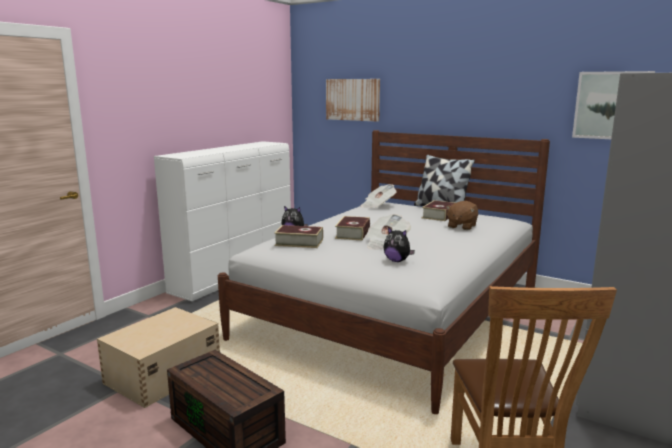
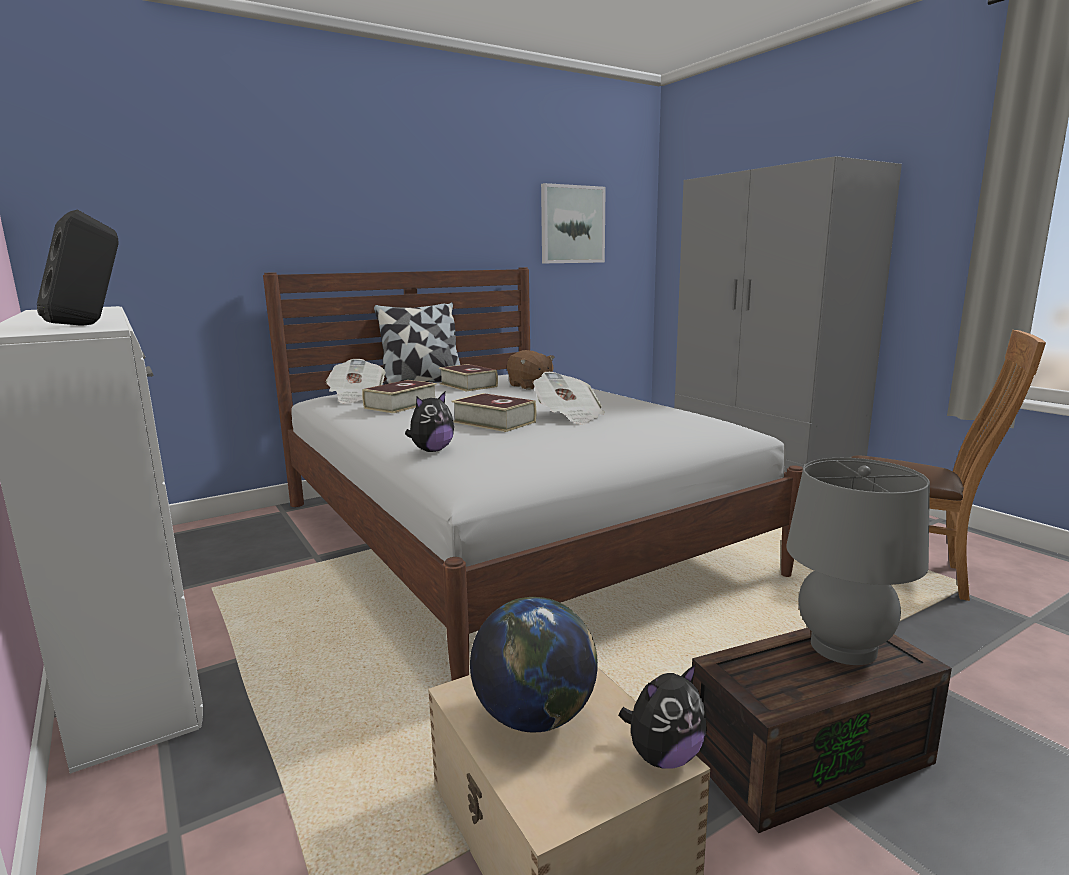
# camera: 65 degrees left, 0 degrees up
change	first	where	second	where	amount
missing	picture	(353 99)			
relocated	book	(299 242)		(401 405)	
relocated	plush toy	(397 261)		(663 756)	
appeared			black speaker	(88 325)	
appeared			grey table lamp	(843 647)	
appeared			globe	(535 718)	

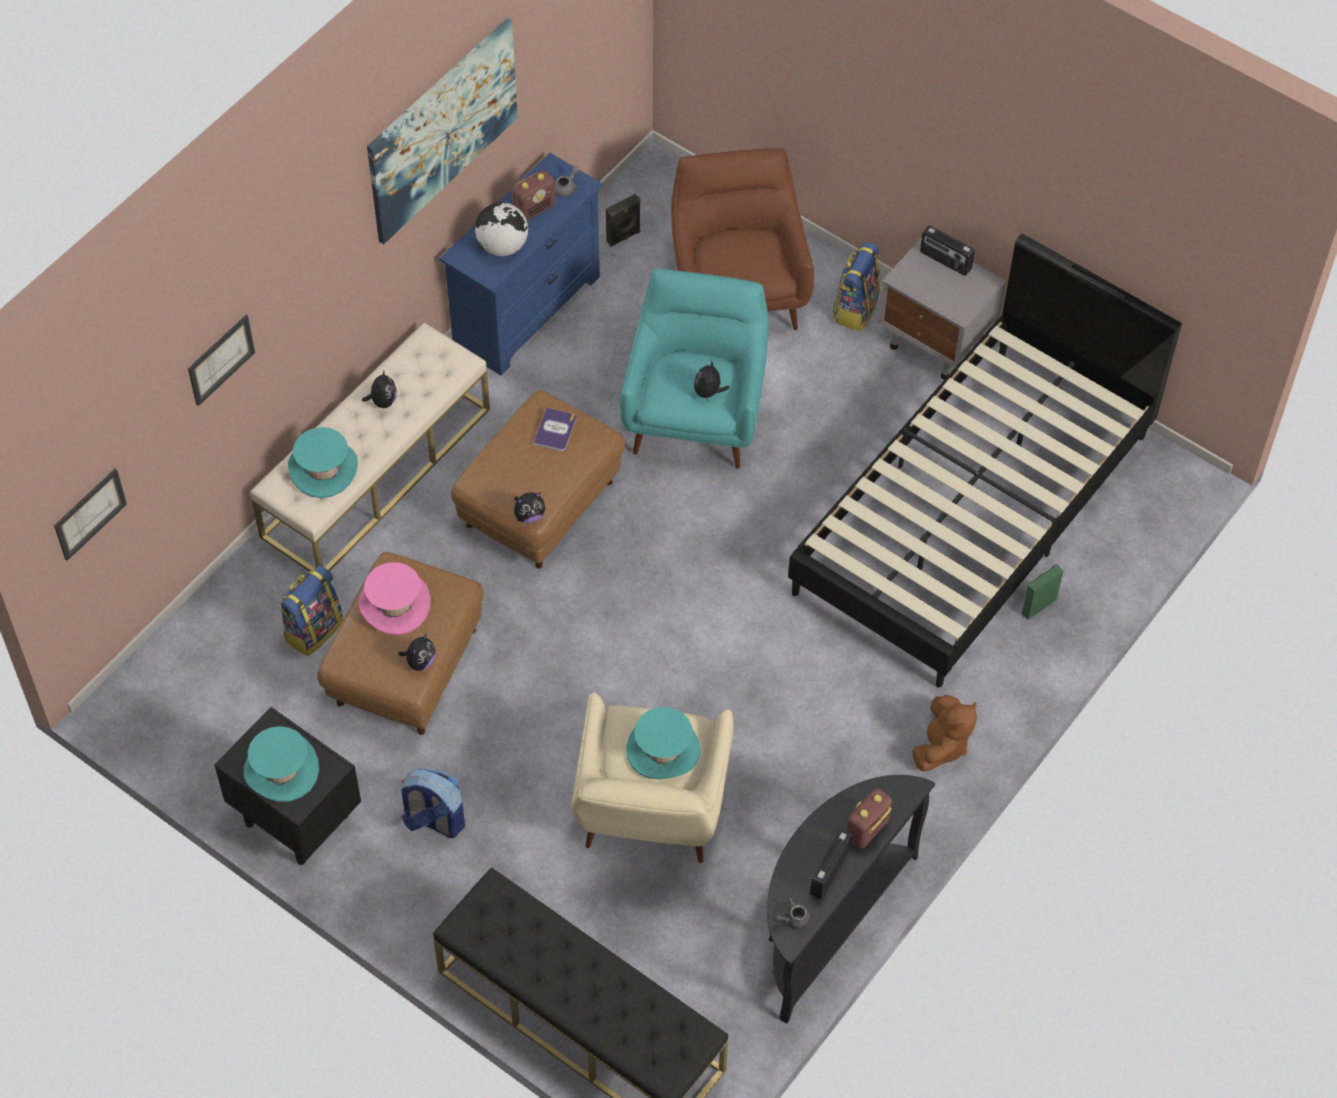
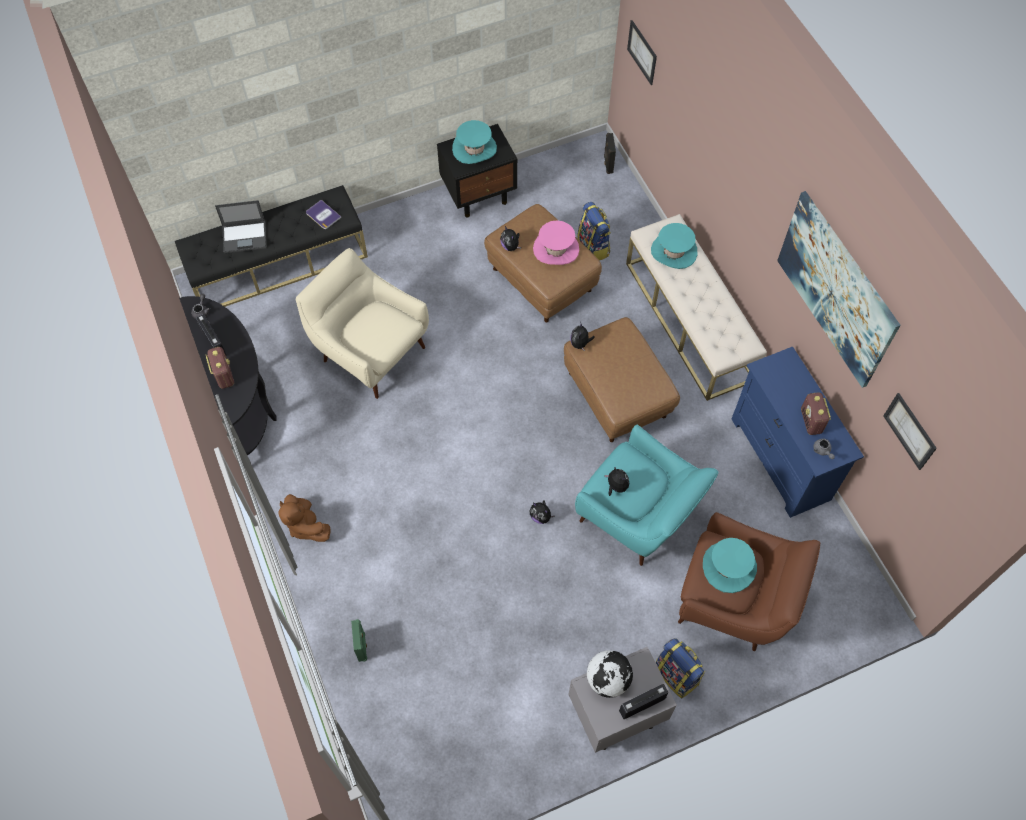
# camera: 120 degrees right, 5 degrees up
change	first	where	second	where	amount
relocated	black speaker	(624 237)		(608 164)	
relocated	globe	(502 246)		(608 679)	
missing	black bed	(973 512)			
relocated	picture	(220 359)		(910 431)	
relocated	plush toy	(382 401)		(540 516)	
relocated	book	(555 430)		(323 215)	
relocated	turquoise hat	(663 750)		(728 567)	
missing	backpack	(433 820)			
appeared			laptop	(245 237)	

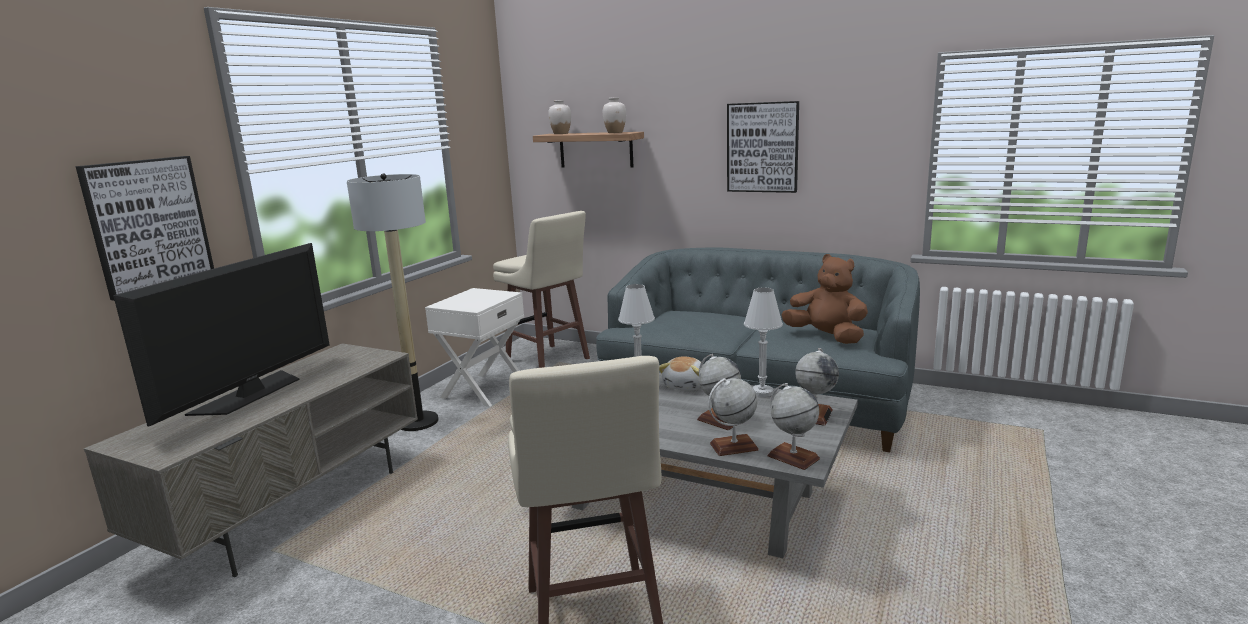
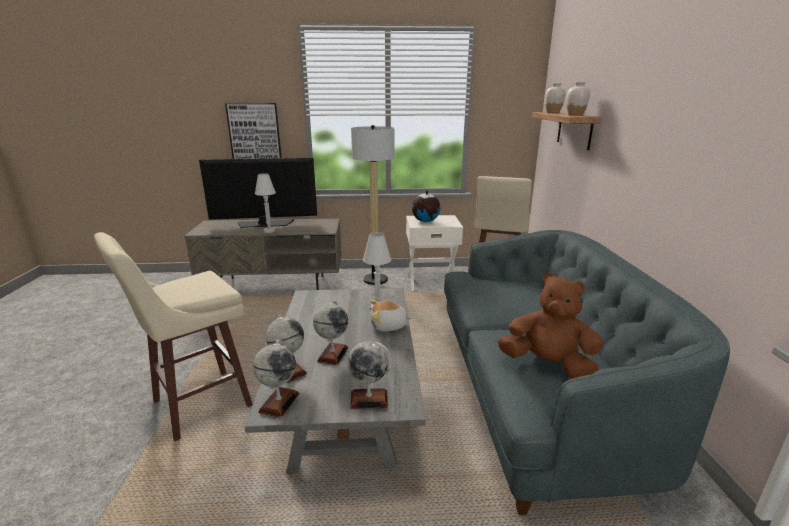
# camera: 60 degrees right, 5 degrees up
change	first	where	second	where	amount
missing	picture	(762 147)			
spun	brown plush toy	(826 337)		(547 365)	75 degrees counterclockwise
relocated	white table lamp	(762 392)		(269 231)	
appeared			globe	(425 221)	

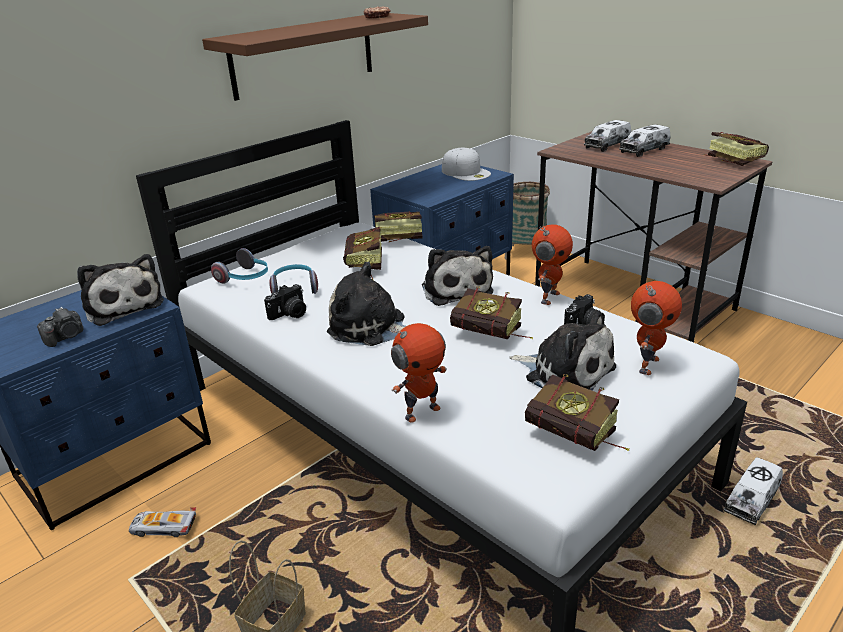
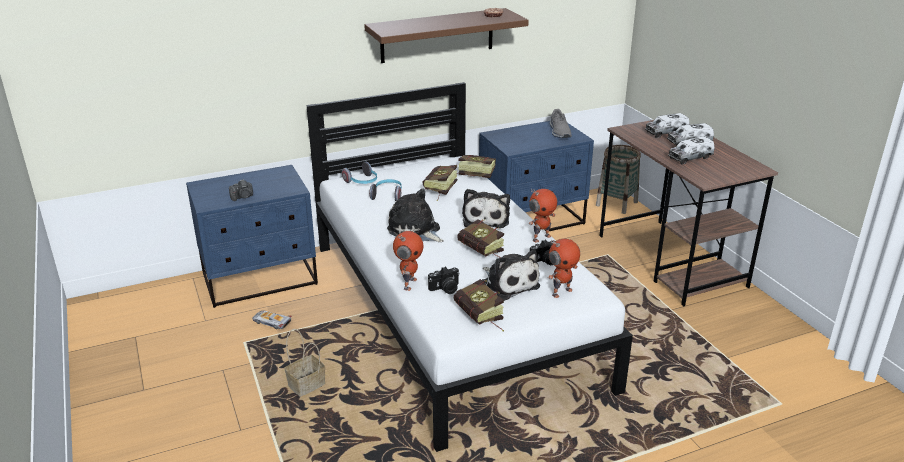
# camera: 20 degrees right, 0 degrees up
change	first	where	second	where	amount
missing	book	(730 160)			
exchanged	white cap	(466 172)	grey shoe	(559 132)	
missing	plush toy	(123 305)			
relocated	photo camera	(290 314)		(445 289)	
spun	toy robot	(421 411)		(409 284)	60 degrees counterclockwise
relocated	toy truck	(751 501)		(690 157)	

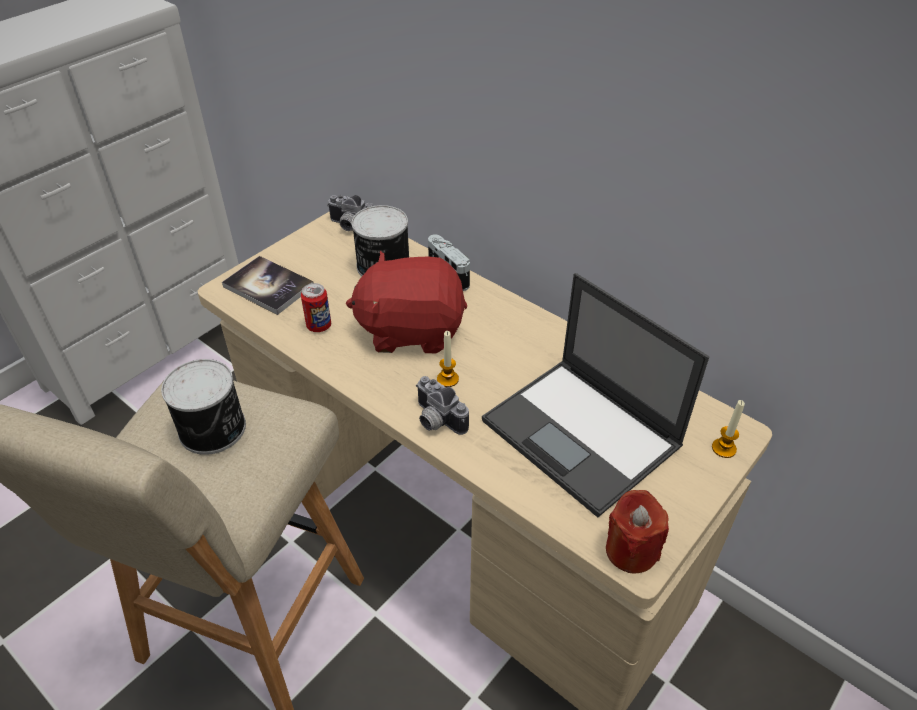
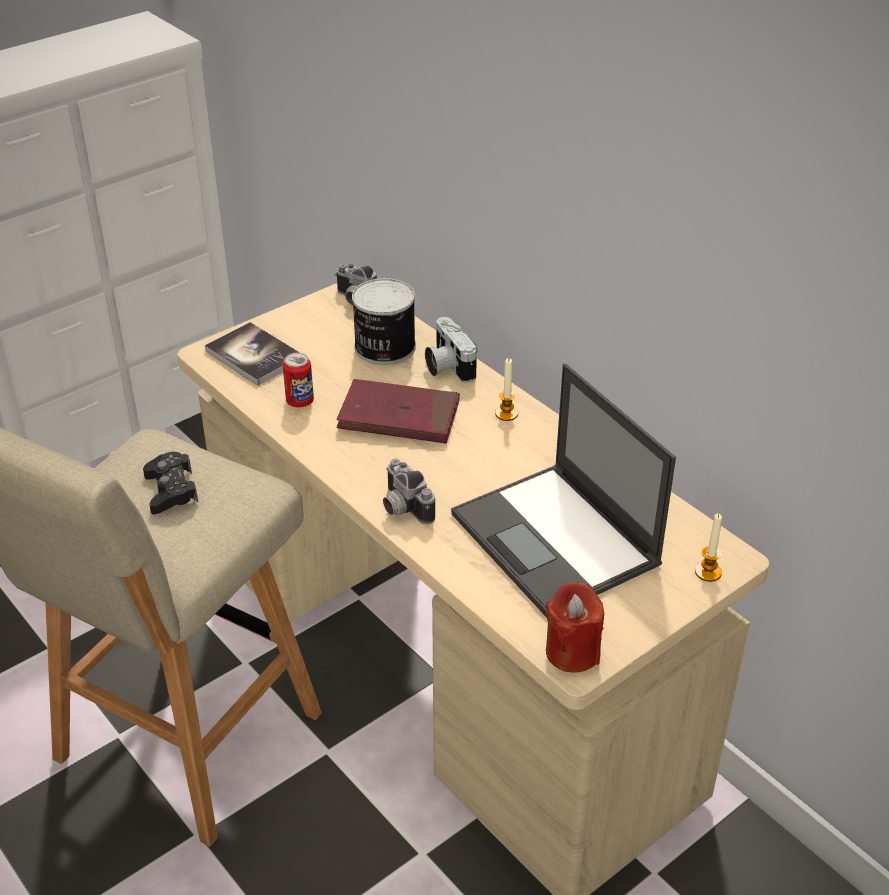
# camera: 10 degrees right, 5 degrees down
change	first	where	second	where	amount
exchanged	red plush toy	(411 330)	red book	(399 416)	
relocated	candle	(447 379)		(506 414)	
exchanged	can	(214 429)	black game controller	(171 490)	

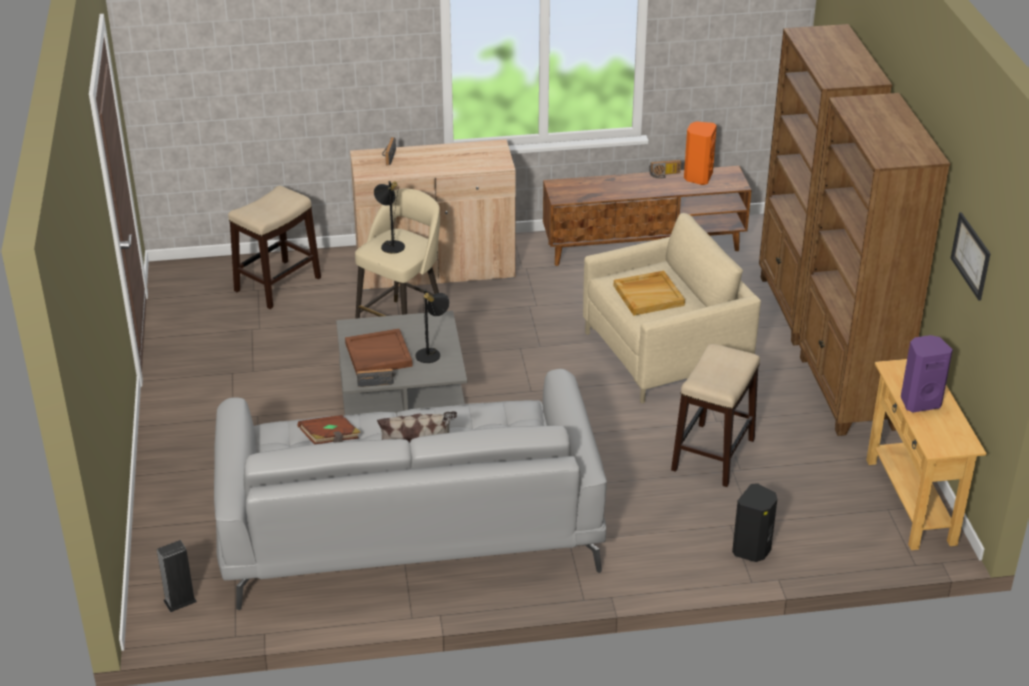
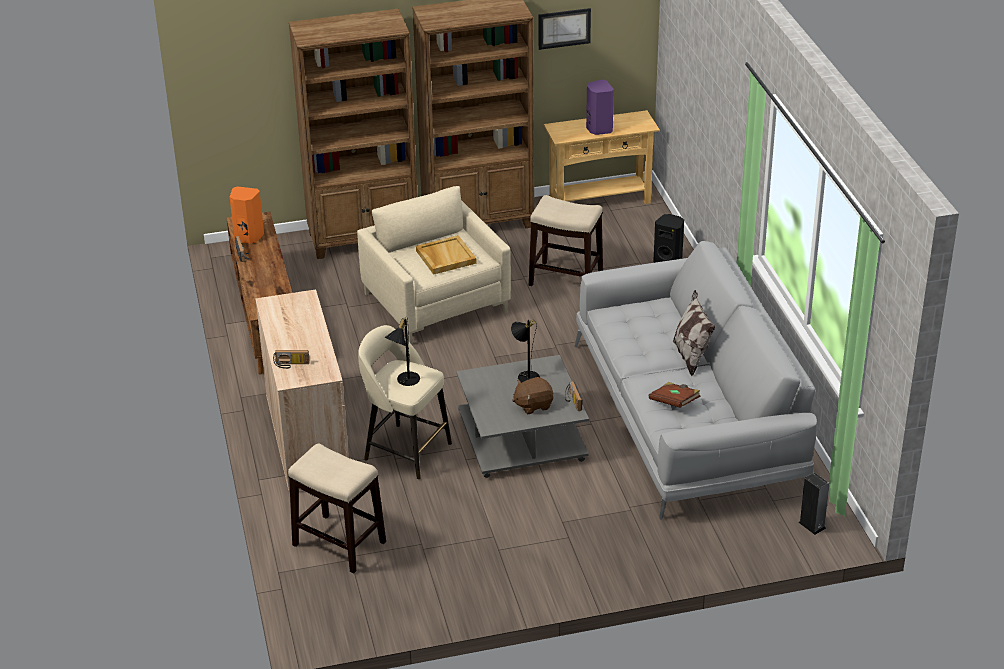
# camera: 95 degrees left, 0 degrees up
change	first	where	second	where	amount
exchanged	brown tray	(378 355)	brown plush toy	(533 405)	

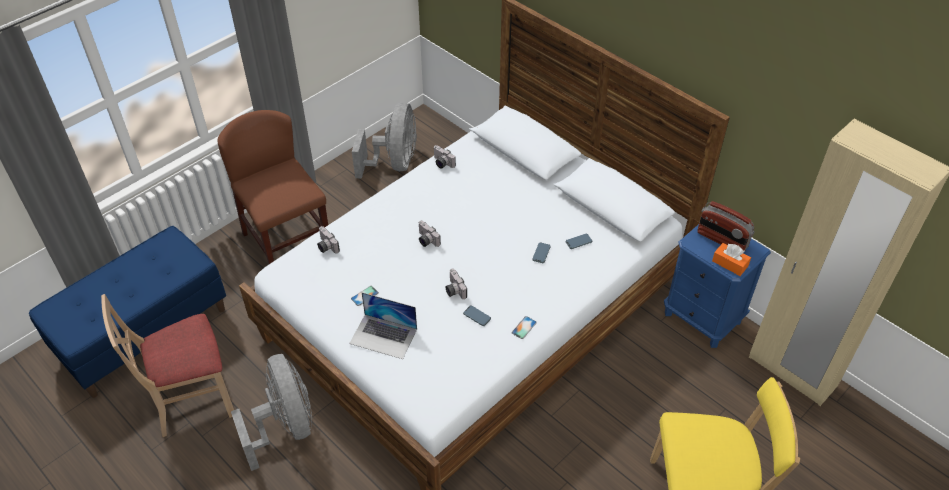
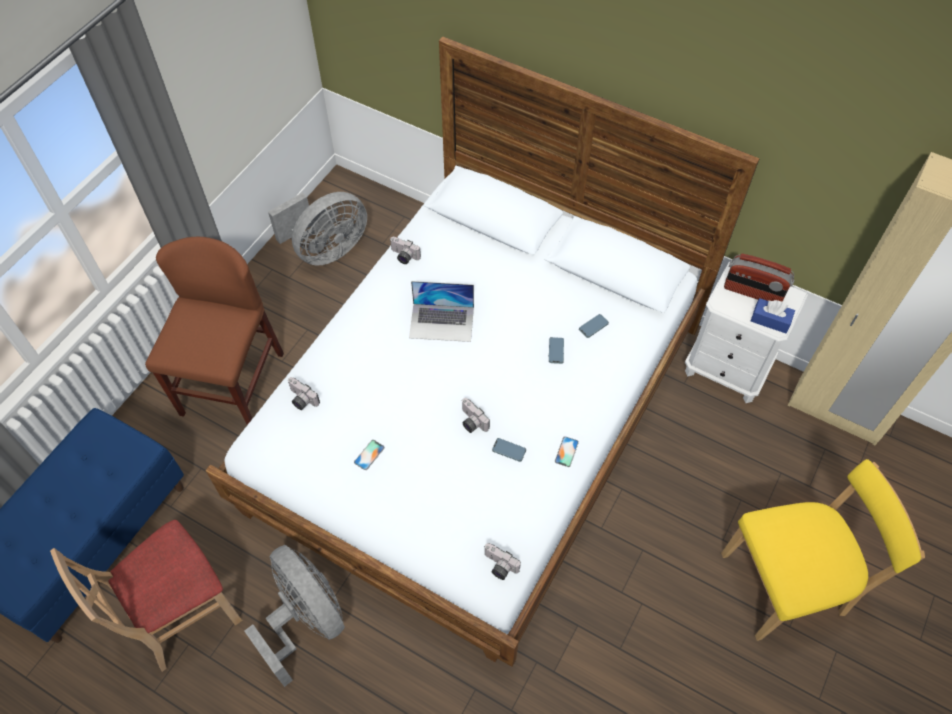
# camera: 15 degrees left, 10 degrees up
change	first	where	second	where	amount
spun	grey fan	(394 163)		(326 250)	60 degrees clockwise
spun	brown chair	(287 244)		(232 384)	60 degrees clockwise
relocated	photo camera	(426 240)		(499 566)	
colour	blue nightstand	(702 317)	white nightstand	(726 369)	
colour	orange tissue box	(730 263)	blue tissue box	(770 320)	
relocated	laptop	(383 336)		(442 322)	

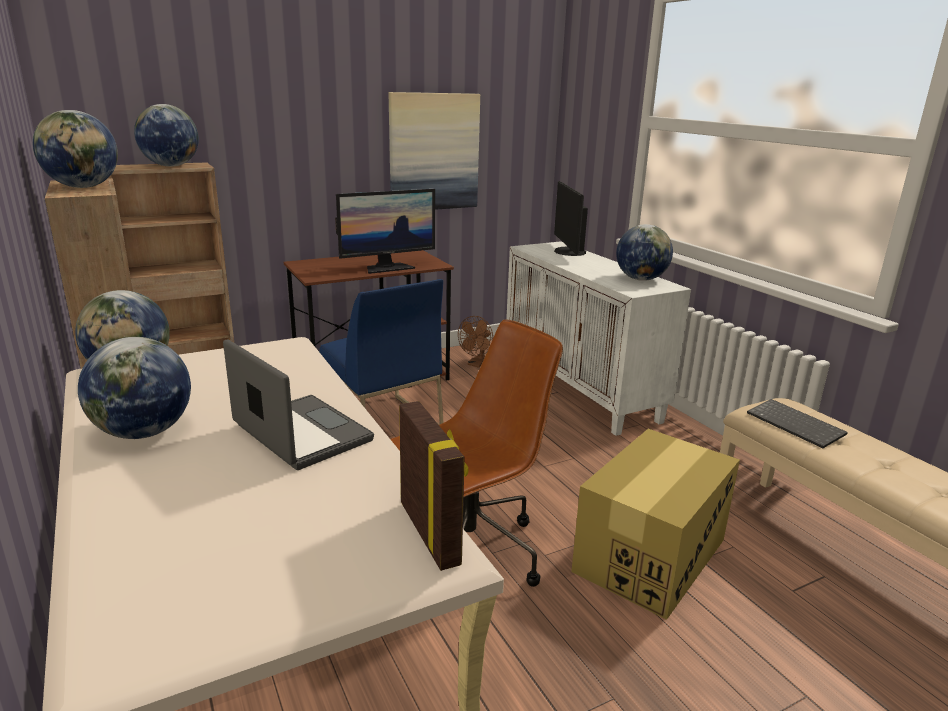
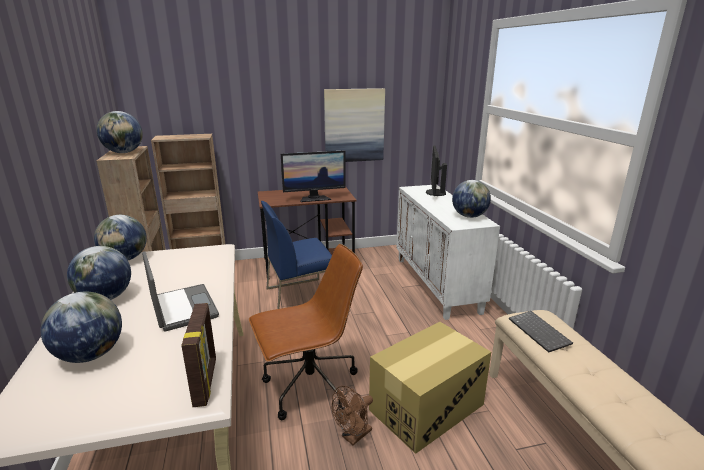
# camera: 15 degrees right, 0 degrees up
change	first	where	second	where	amount
relocated	globe	(171 166)		(90 355)	
spun	blue chair	(382 423)		(300 295)	90 degrees clockwise
relocated	brown fan	(477 364)		(353 436)	

